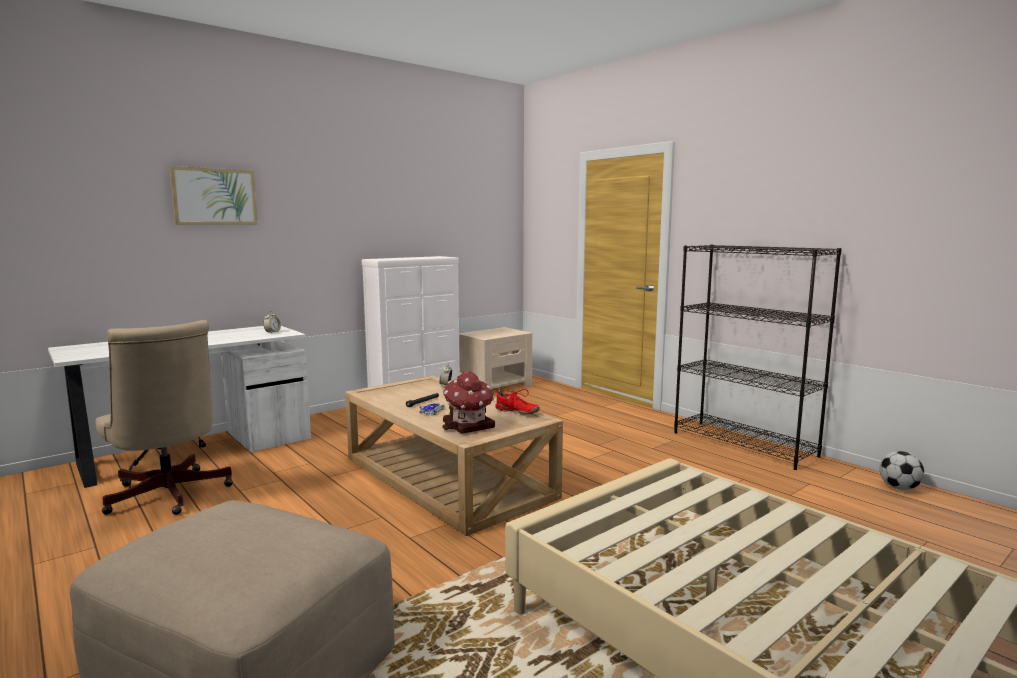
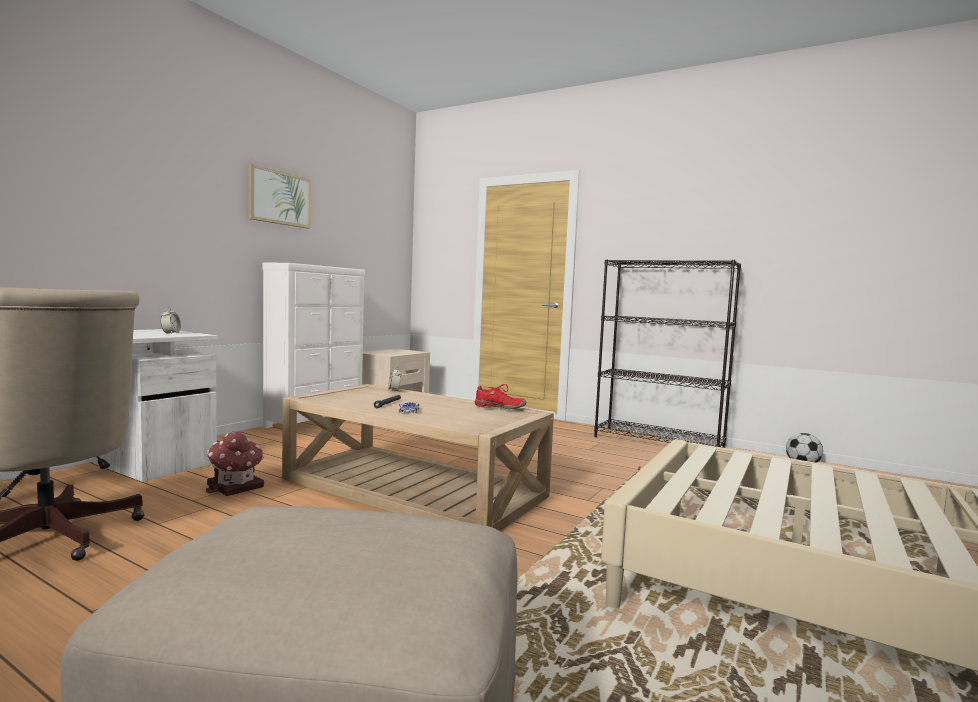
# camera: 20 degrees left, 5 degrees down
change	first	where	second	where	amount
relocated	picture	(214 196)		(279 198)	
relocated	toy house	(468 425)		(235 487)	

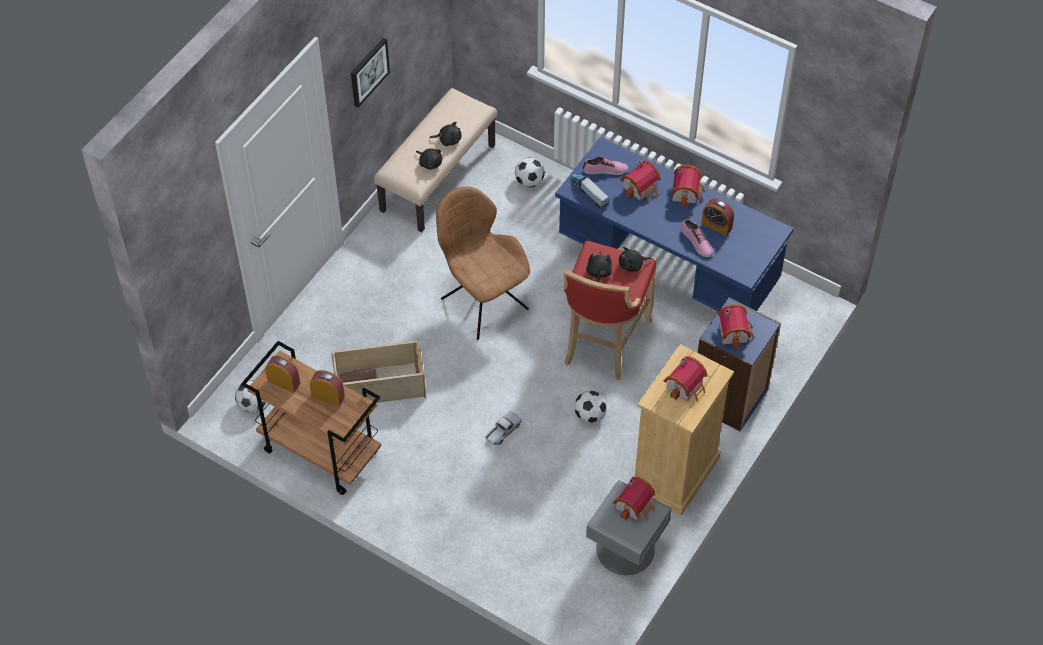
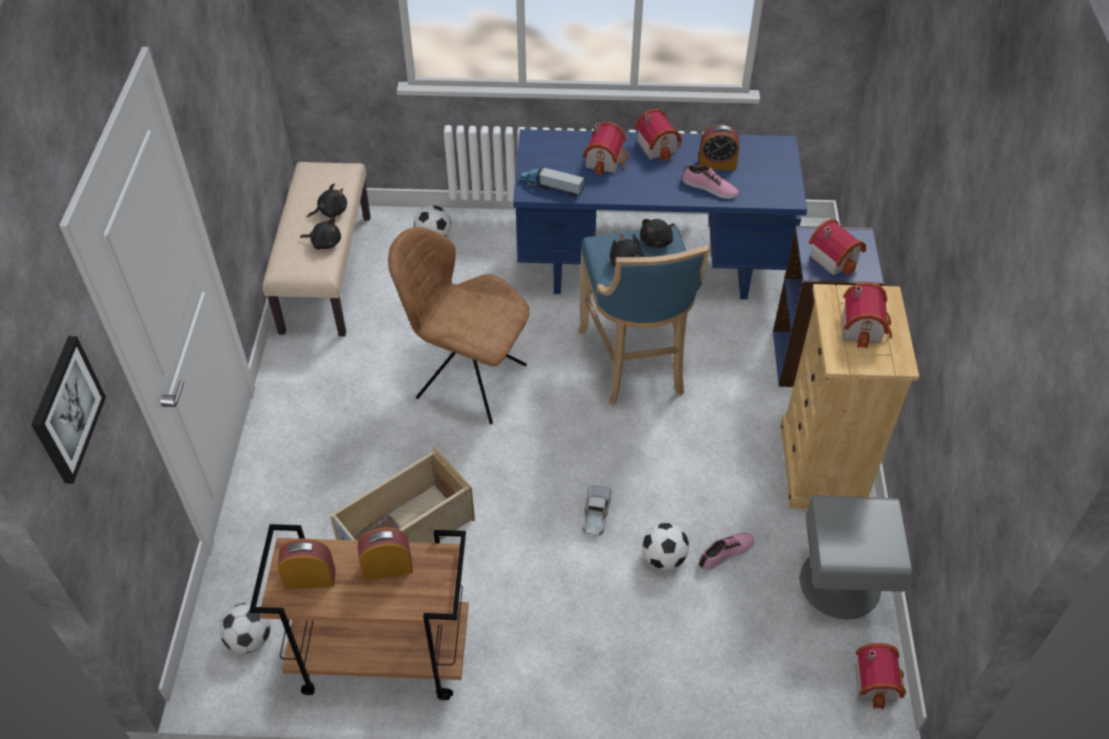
# camera: 30 degrees left, 5 degrees down
change	first	where	second	where	amount
relocated	picture	(368 71)		(66 409)	
relocated	shoe	(605 170)		(726 553)	
colour	red stool	(603 343)	blue stool	(635 364)	
relocated	football	(590 415)		(664 558)	
relocated	toy house	(636 506)		(878 682)	

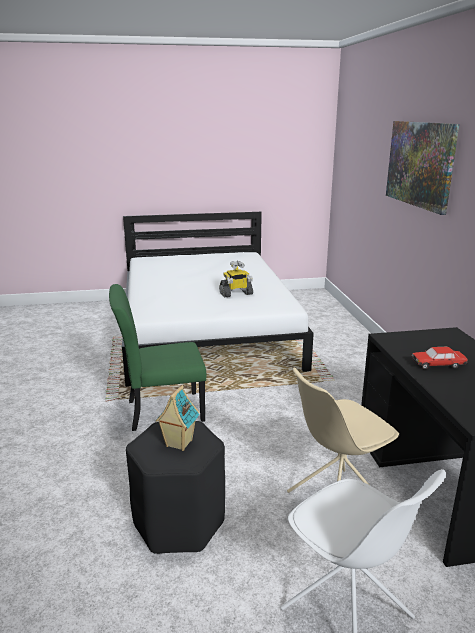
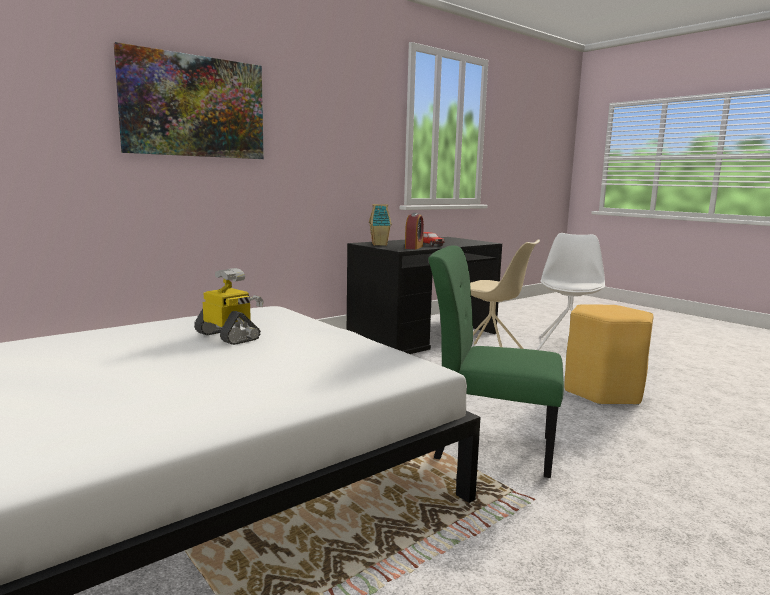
# camera: 120 degrees left, 10 degrees down
change	first	where	second	where	amount
spun	green chair	(161 411)		(488 447)	150 degrees clockwise
relocated	toy house	(178 443)		(380 244)	
colour	black stool	(180 522)	yellow stool	(603 391)	
appeared			alarm clock	(414 247)	

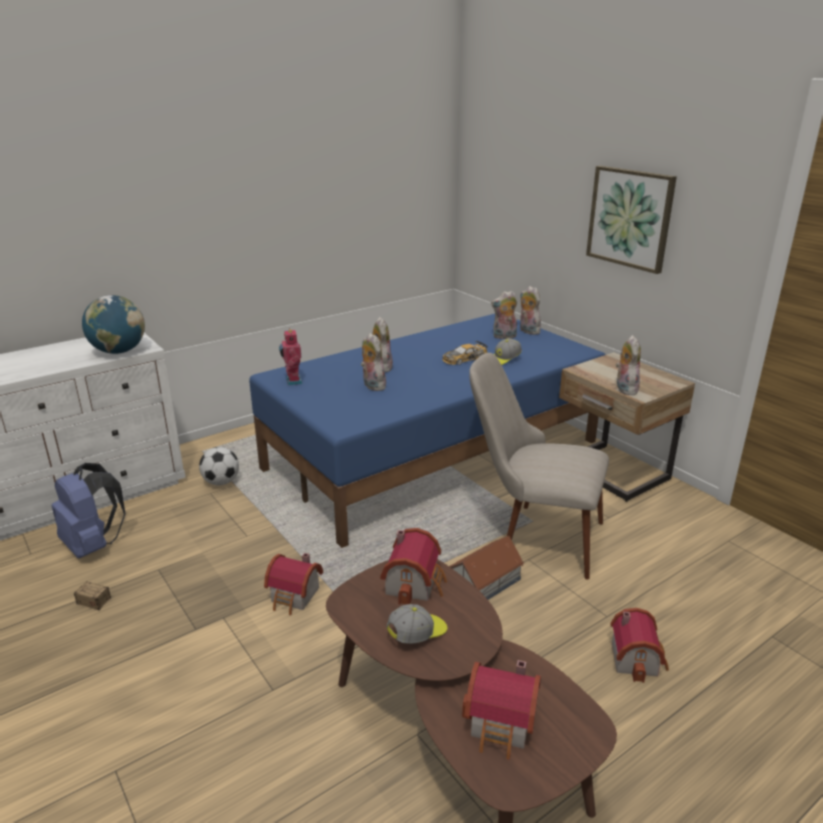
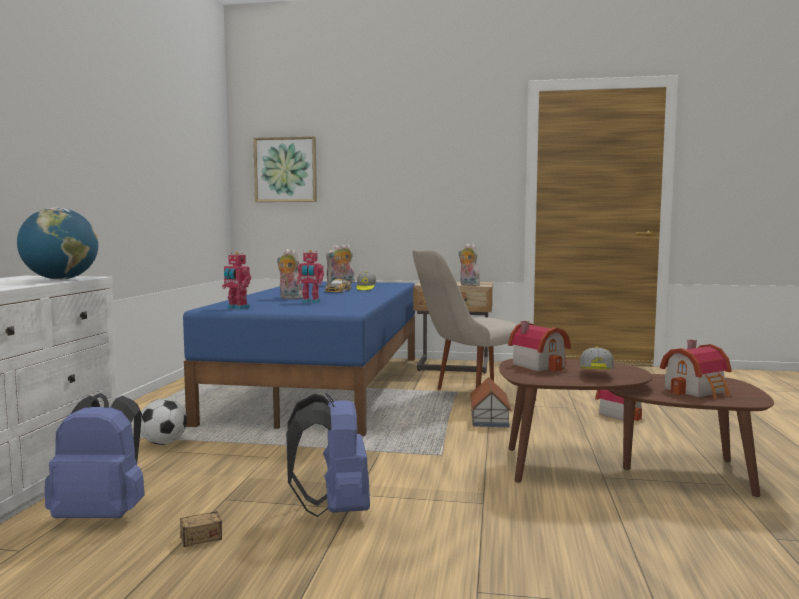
# camera: 45 degrees left, 20 degrees down
change	first	where	second	where	amount
relocated	picture	(630 218)		(285 170)	
exchanged	plush toy	(372 386)	toy robot	(310 302)	
missing	toy house	(295 596)			
appeared			blue backpack	(334 509)	

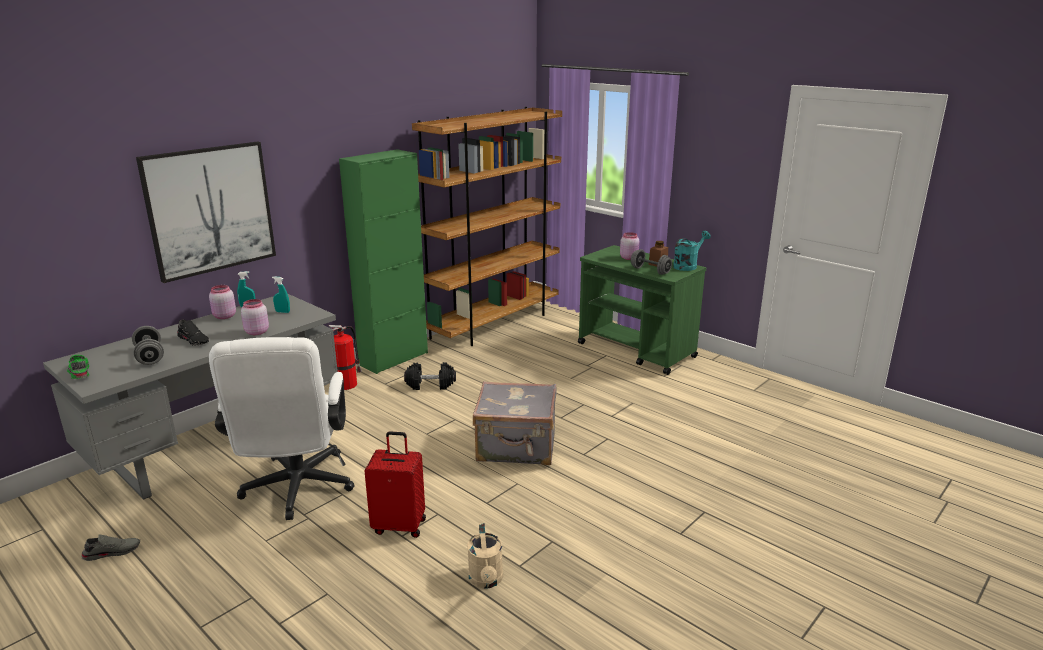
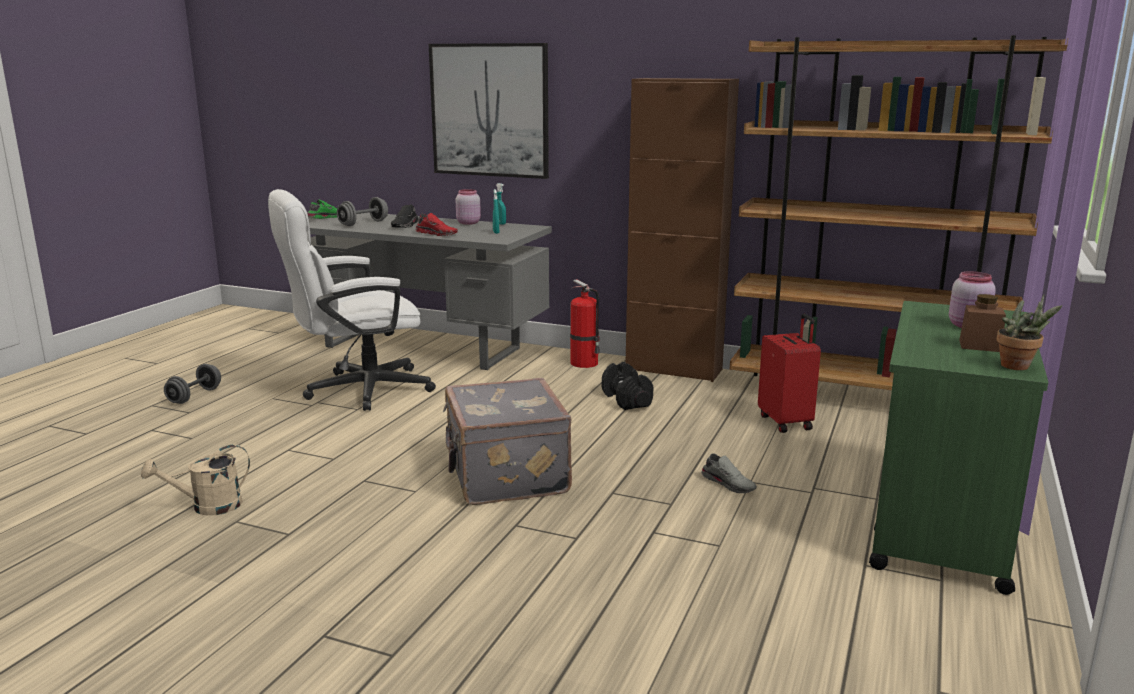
# camera: 70 degrees right, 5 degrees down
change	first	where	second	where	amount
colour	green cabinet	(393 359)	brown cabinet	(673 369)	
exchanged	turquoise watering can	(687 266)	potted plant	(1019 367)	
relocated	grey dumbbell	(650 271)		(194 396)	
exchanged	pink jar	(256 332)	red shoe	(437 234)	
relocated	red suitcase	(400 525)		(786 422)	
relocated	grey shoe	(112 552)		(729 484)	

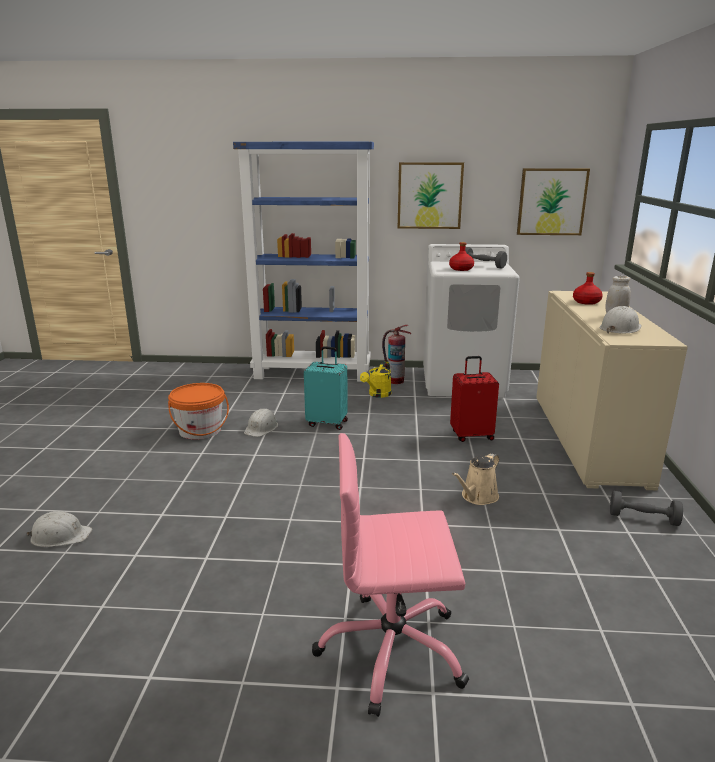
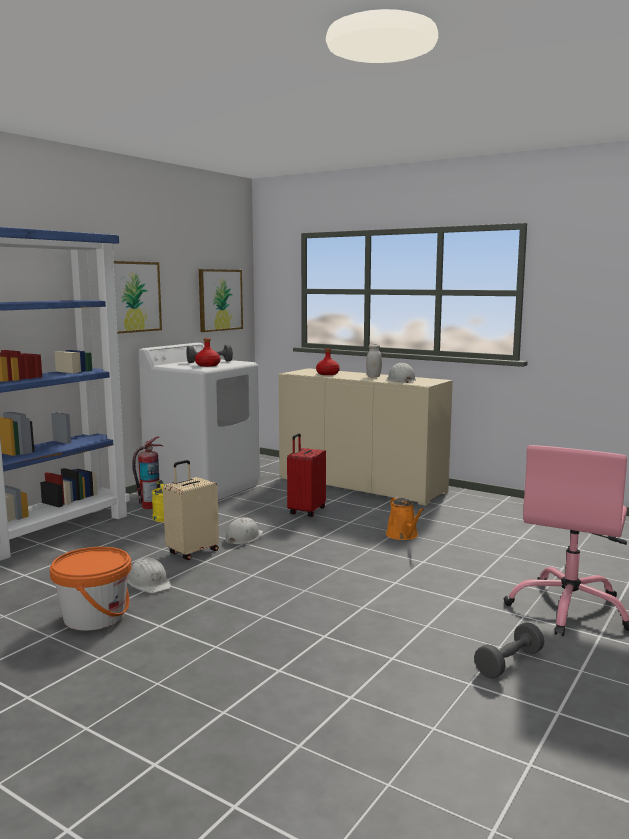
# camera: 60 degrees left, 10 degrees down
change	first	where	second	where	amount
colour	turquoise suitcase	(327 423)	beige suitcase	(192 552)	
colour	beige watering can	(477 497)	orange watering can	(403 535)	
relocated	grey dumbbell	(643 518)		(509 663)	
relocated	white hard hat	(60 536)		(243 537)	

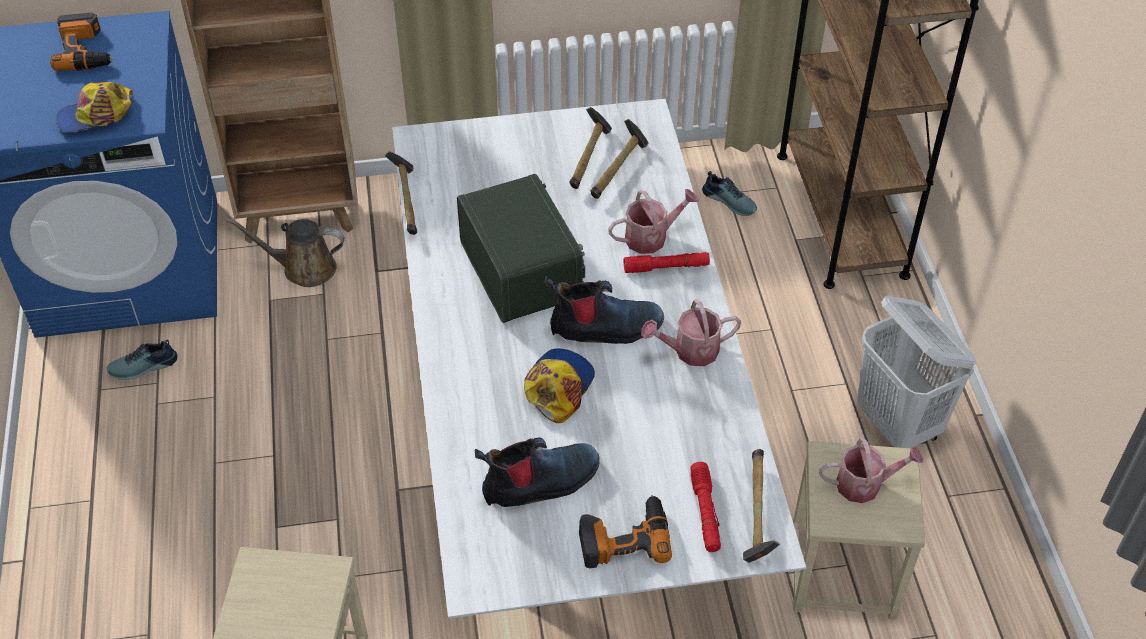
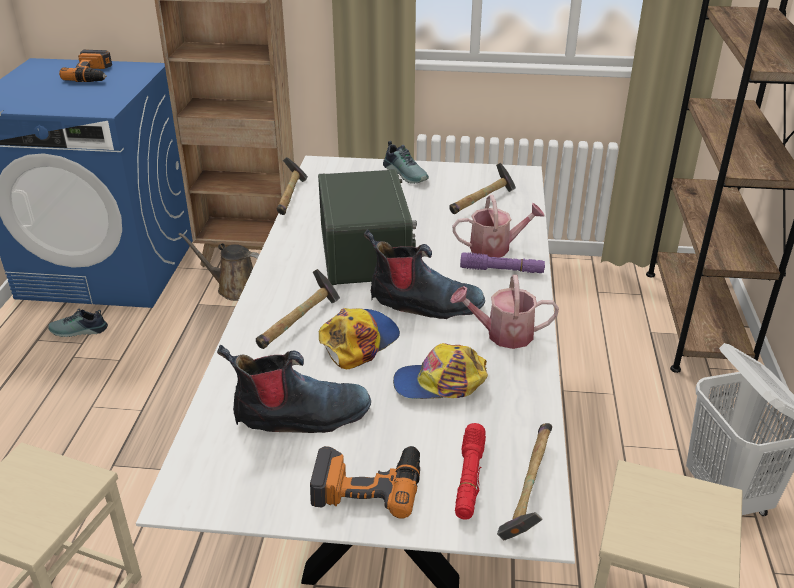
# camera: 15 degrees right, 15 degrees down
change	first	where	second	where	amount
relocated	cap	(96 115)		(440 383)	
relocated	hammer	(589 158)		(300 323)	
relocated	shoe	(730 200)		(407 173)	
colour	red flashlight	(666 267)	purple flashlight	(502 270)	
missing	watering can	(865 484)			

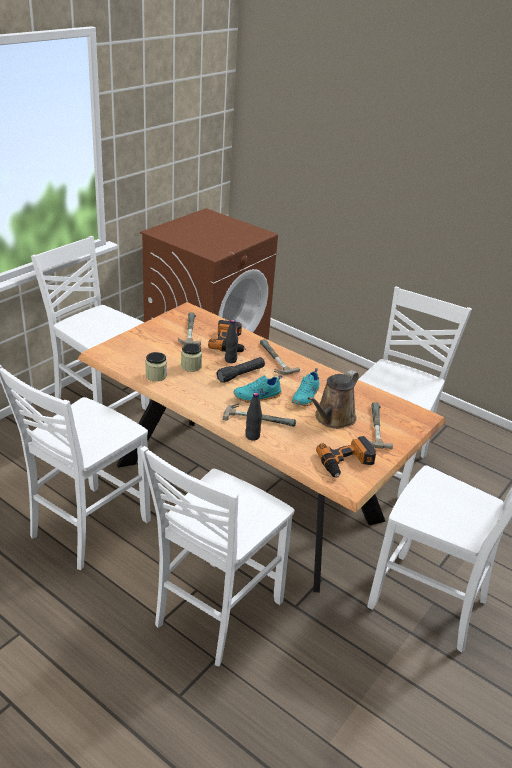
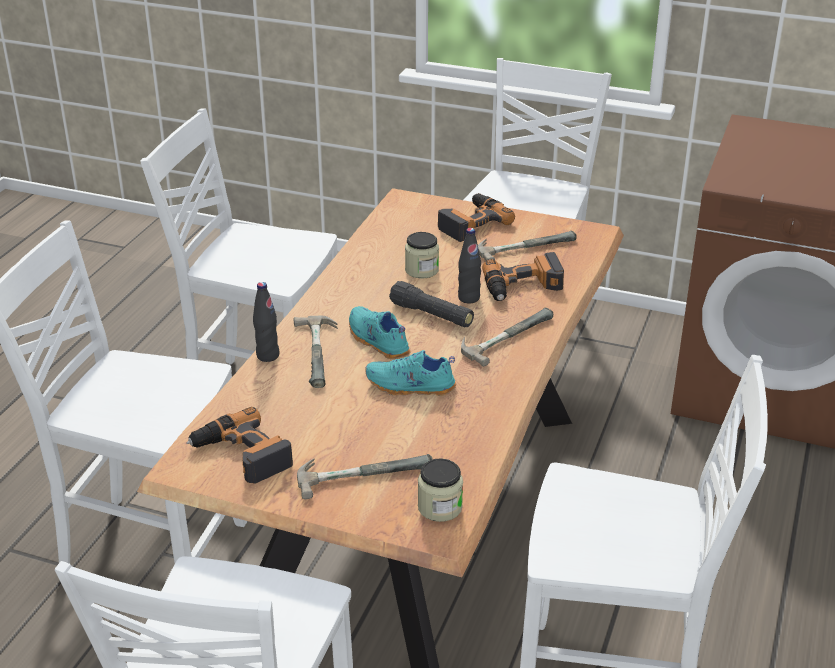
# camera: 75 degrees right, 0 degrees up
change	first	where	second	where	amount
relocated	jar	(156 375)		(440 507)	
missing	brown watering can	(333 419)			
appeared			power drill	(471 223)	

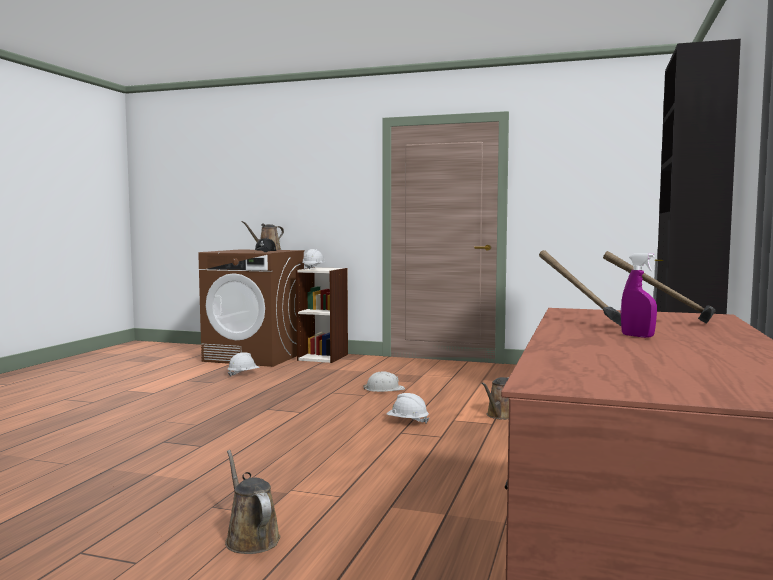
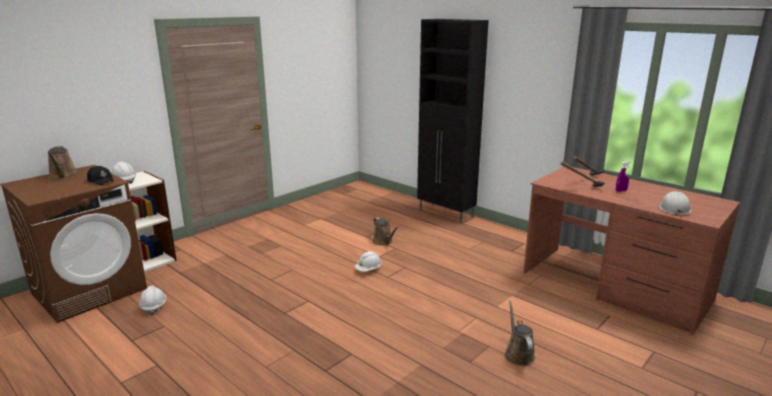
# camera: 65 degrees left, 15 degrees up
change	first	where	second	where	amount
relocated	white hard hat	(384 389)		(674 208)	
spun	brown watering can	(250 538)		(518 354)	90 degrees clockwise

